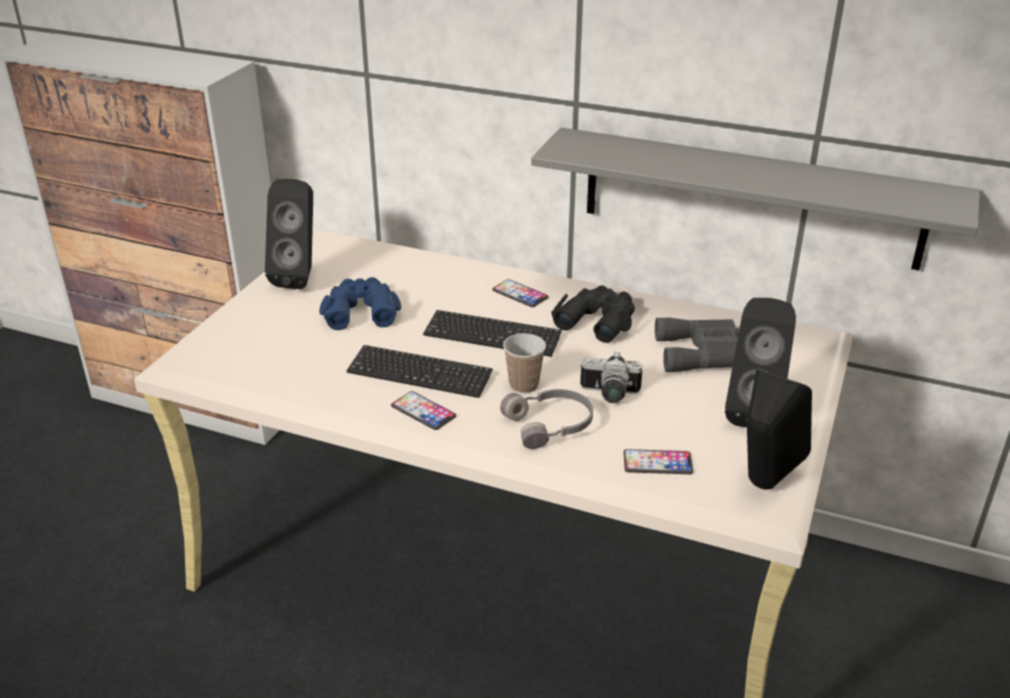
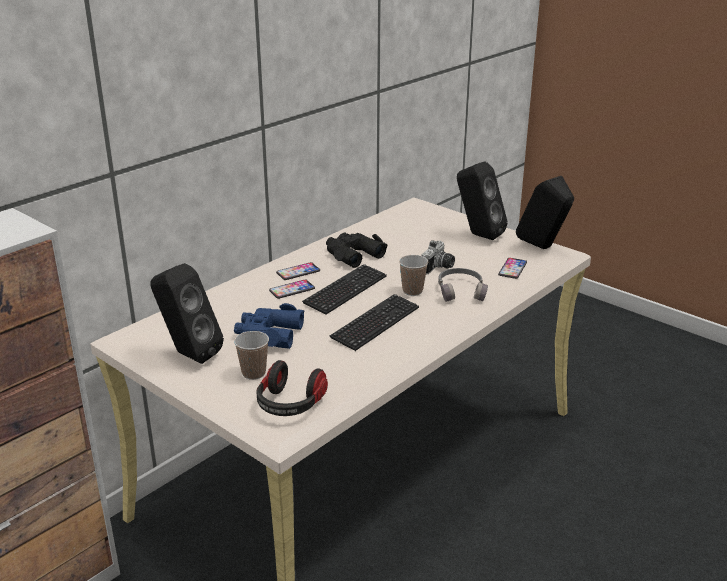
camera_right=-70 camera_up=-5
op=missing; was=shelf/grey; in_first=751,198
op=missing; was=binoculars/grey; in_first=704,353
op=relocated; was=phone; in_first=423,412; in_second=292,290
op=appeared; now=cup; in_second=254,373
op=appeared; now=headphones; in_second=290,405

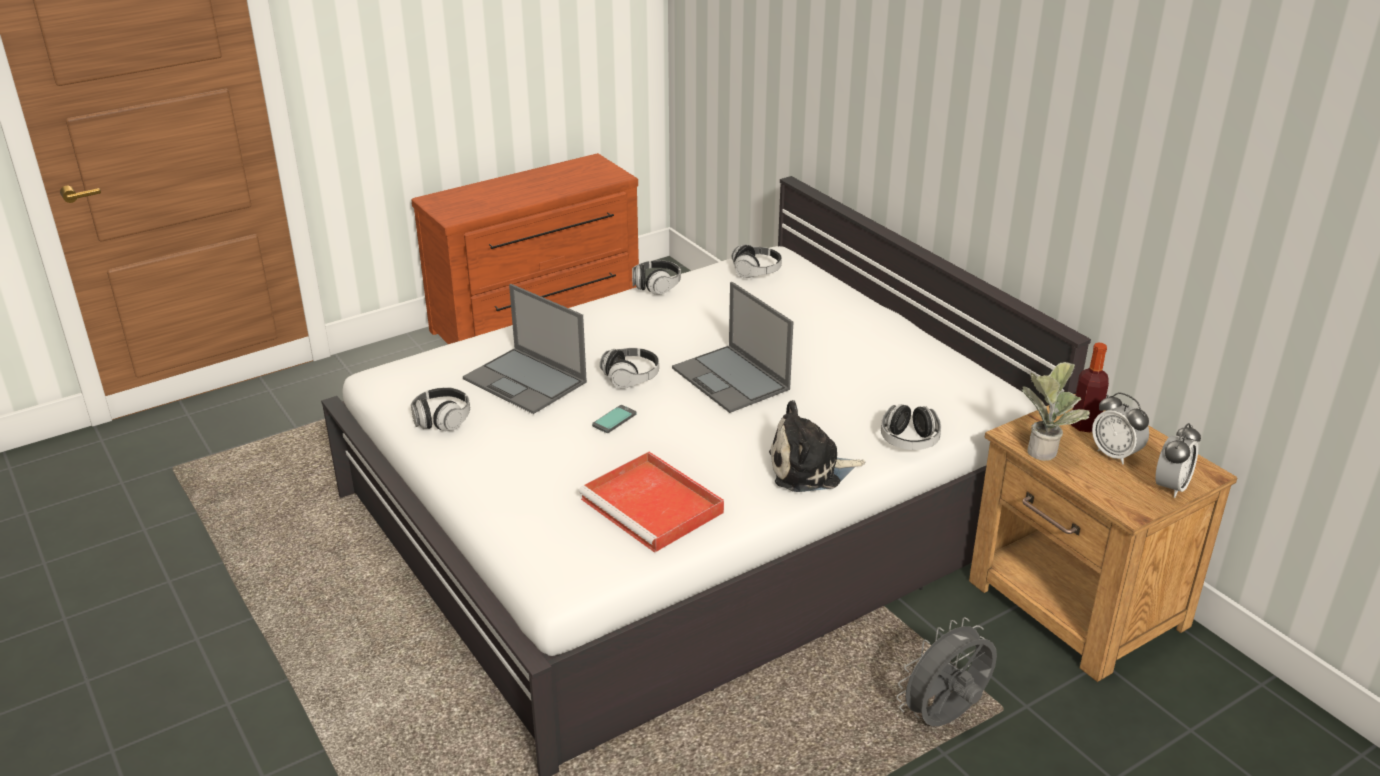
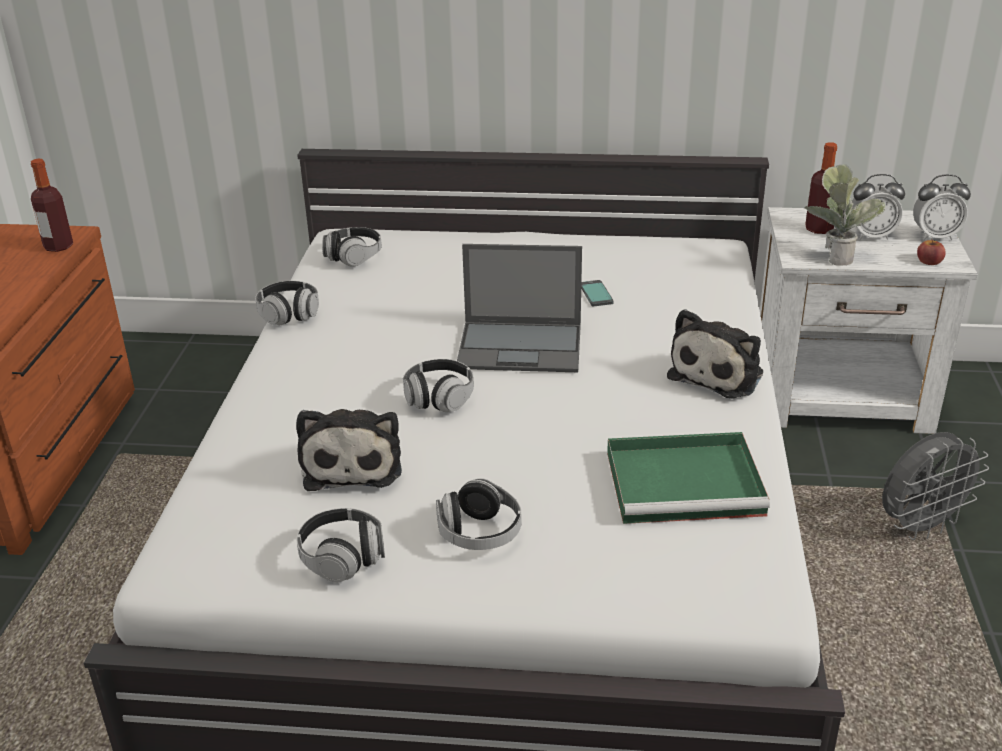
camera_right=-50 camera_up=0
op=exchanged; was=laptop; now=plush toy; in_first=526,381; in_second=352,463
op=colour; was=nightstand/brown; now=nightstand/white; in_first=1078,606; in_second=843,395
op=relocated; was=headphones; in_first=909,441; in_second=479,533
op=relocated; was=phone; in_first=614,420; in_second=595,294
op=spun; was=alarm clock; in_first=1171,487; in_second=935,236; clockwise=105
op=colour; was=tray/red; now=tray/green; in_first=654,507; in_second=687,483
op=spun; was=fan/grey; in_first=945,718; in_second=920,527; clockwise=-120
op=appeared; now=bottle; in_second=58,246
op=appeared; now=apple; in_second=929,261

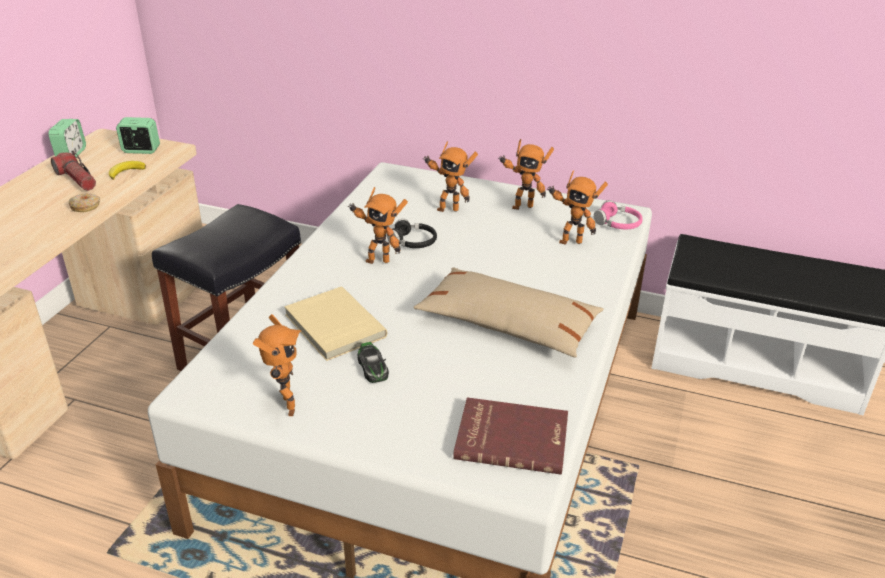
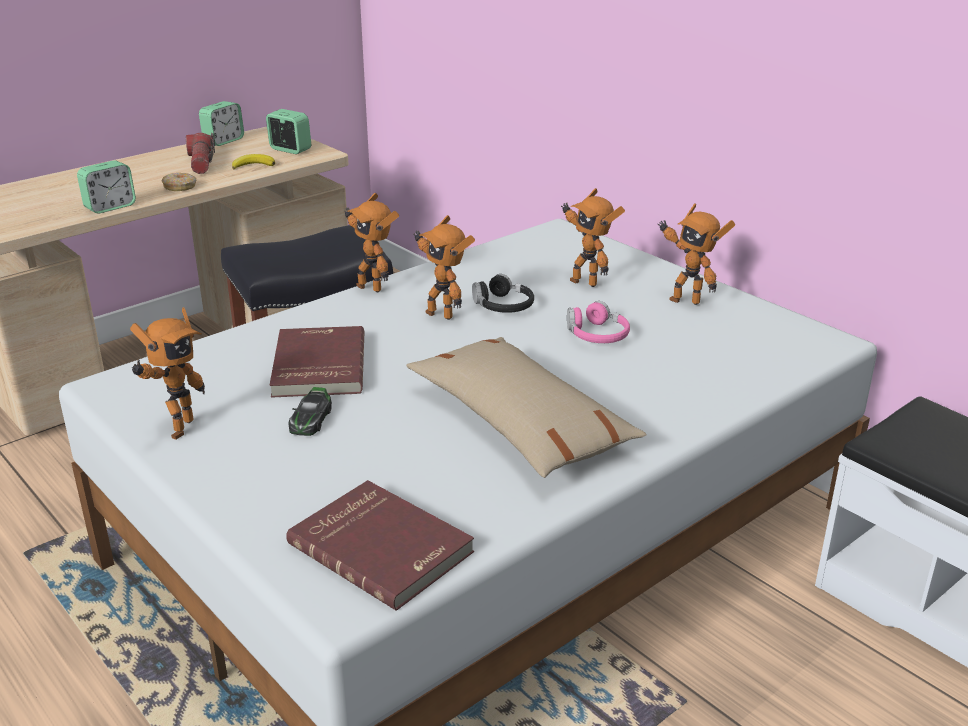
camera_right=30 camera_up=-5
op=relocated; was=toy robot; in_first=570,241; in_second=371,287
op=relocated; was=headphones/pink; in_first=618,223; in_second=597,335
op=colour; was=book/beige; now=book/red; in_first=333,326; in_second=317,366
op=appeared; now=alarm clock; in_second=110,207

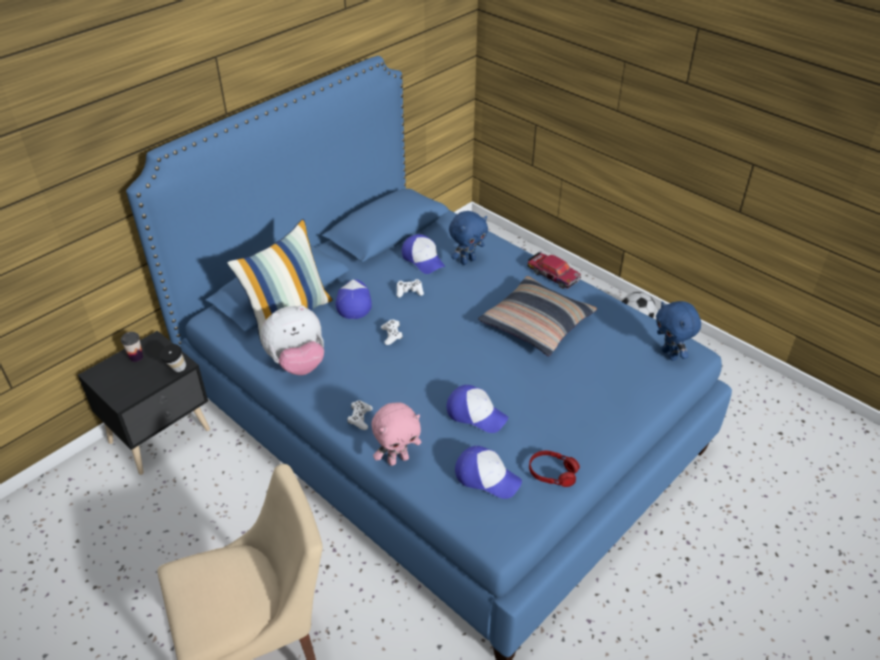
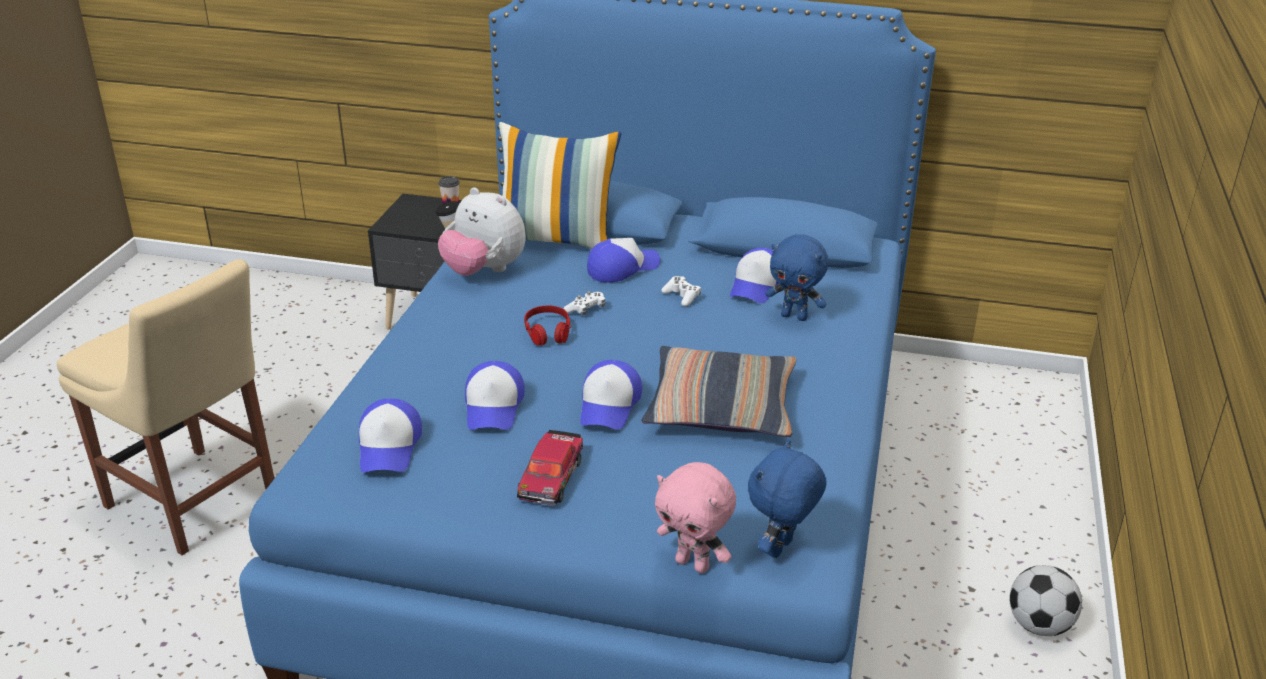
camera_right=60 camera_up=-10
op=relocated; was=toy car; in_first=553,275; in_second=552,476
op=missing; was=game controller/white; in_first=360,418
op=relocated; was=plush toy/pink; in_first=398,459; in_second=693,564
op=relocated; was=headphones/red; in_first=552,473; in_second=548,332
op=appeared; now=cap; in_second=609,405

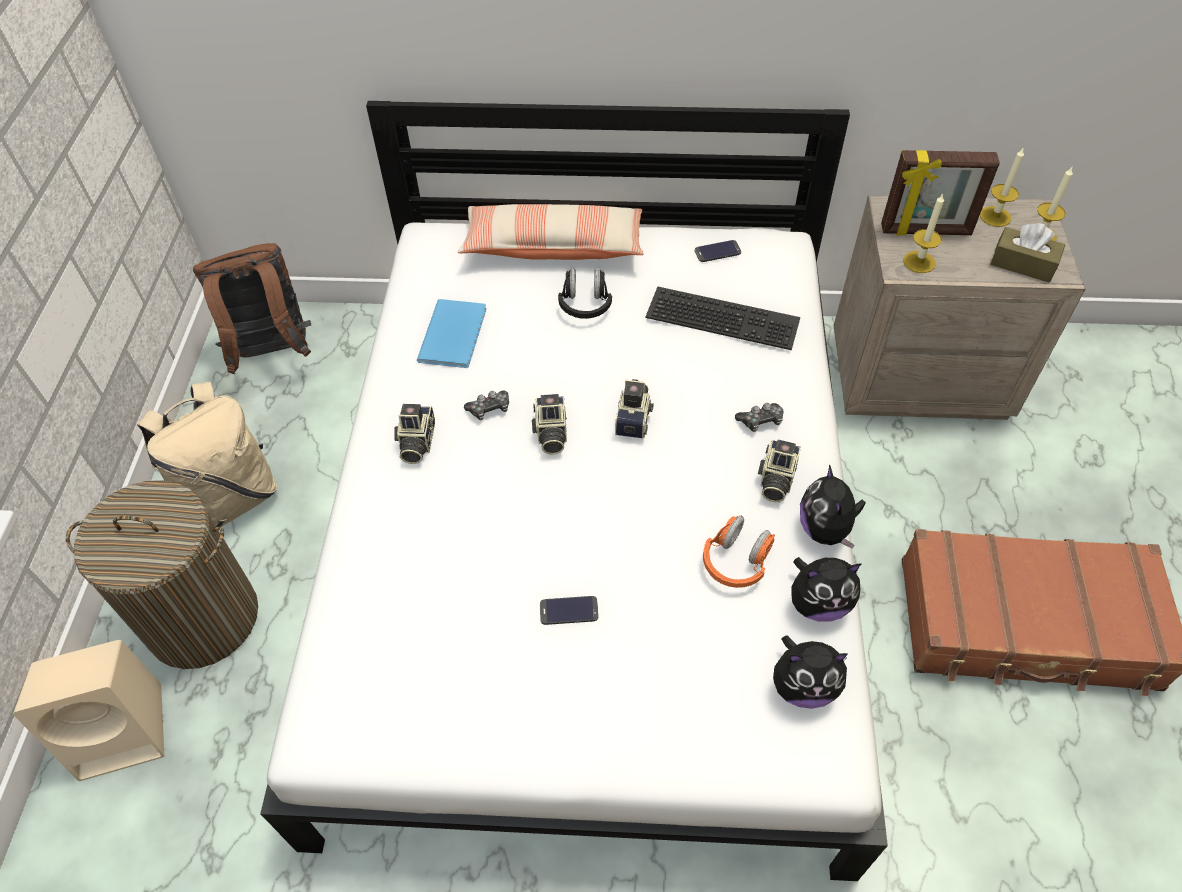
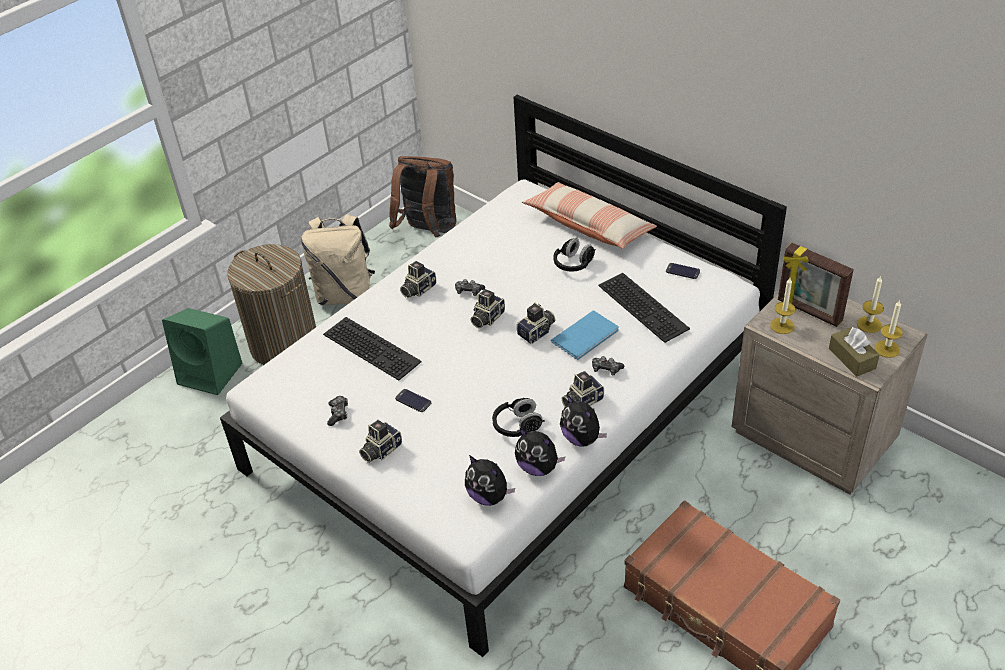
camera_right=40 camera_up=-10
op=relocated; was=book/blue; in_first=455,333; in_second=587,336
op=spun; was=plush toy; in_first=825,529; in_second=582,438; clockwise=-75
op=colour; was=headphones/orange; now=headphones/black; in_first=736,562; in_second=517,426
op=colour; was=speaker/beige; now=speaker/green; in_first=124,729; in_second=212,373
op=appeared; now=keyboard; in_second=374,347
op=appeared; now=game controller; in_second=338,414
op=appeared; now=photo camera; in_second=380,450

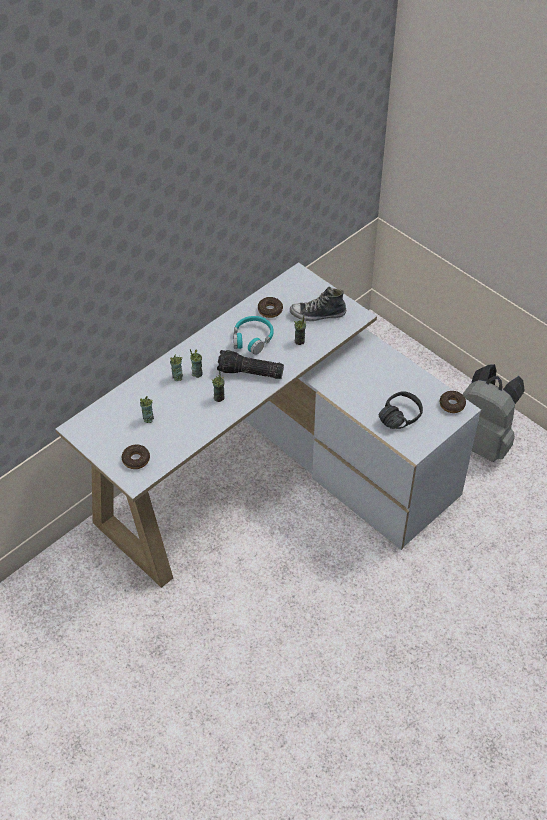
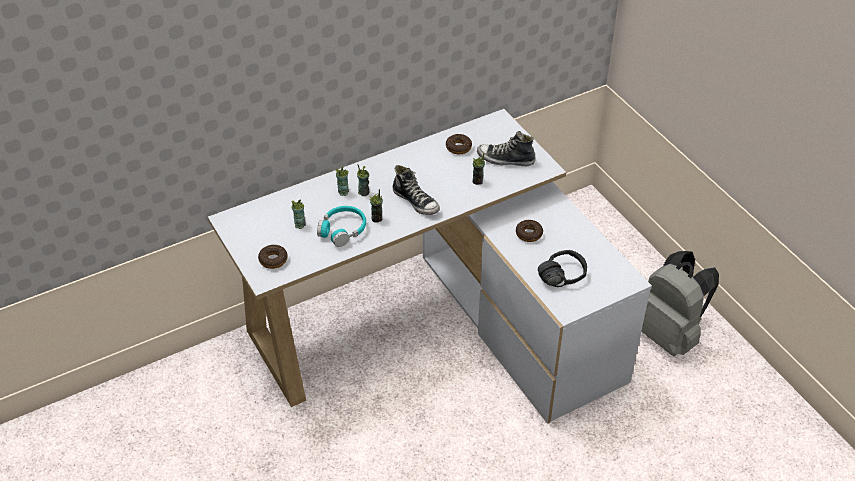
camera_right=15 camera_up=-5
op=relocated; was=headphones/turquoise; in_first=252,339; in_second=342,230
op=exchanged; was=flashlight; now=shoe; in_first=249,373; in_second=416,201
op=relocated; was=donut; in_first=452,404; in_second=529,234

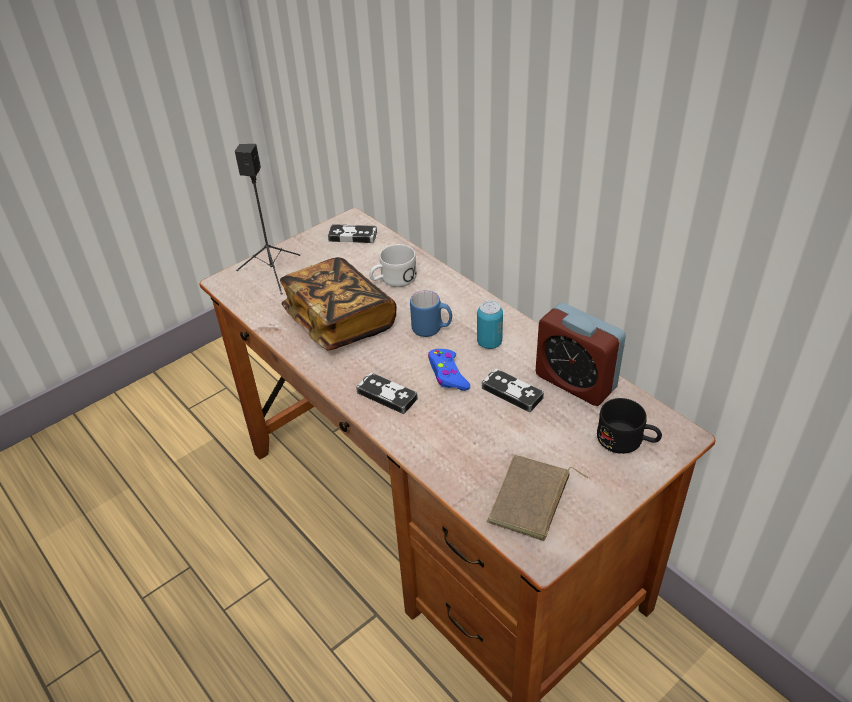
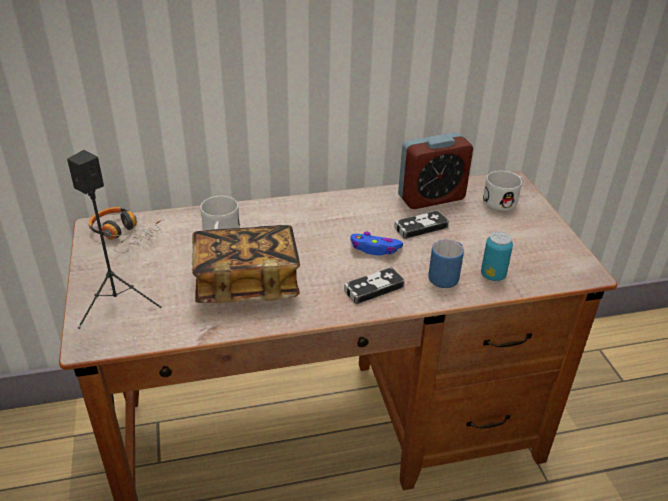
camera_right=-65 camera_up=-5
op=exchanged; was=game controller; now=headphones; in_first=353,236; in_second=124,235
op=relocated; was=mug/blue; in_first=432,329; in_second=446,277
op=relocated; was=can; in_first=489,343; in_second=493,275
op=colour; was=mug/black; now=mug/white; in_first=627,441; in_second=503,201
op=missing; was=book/brown; in_first=532,501

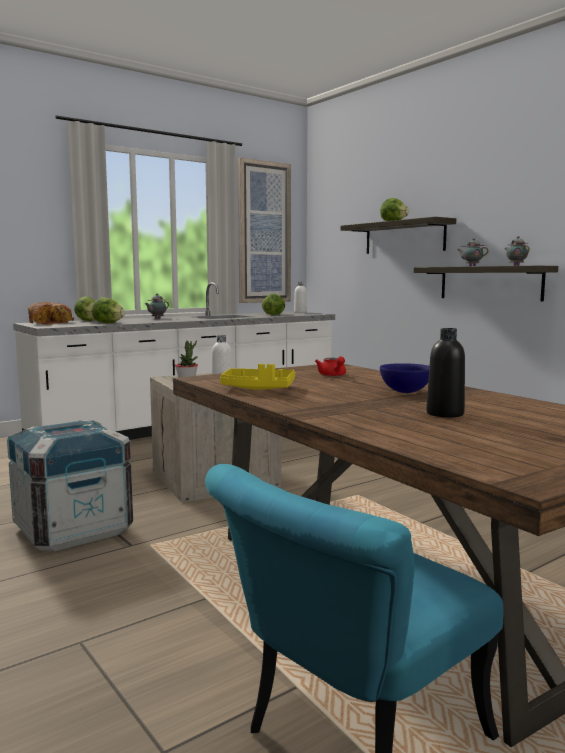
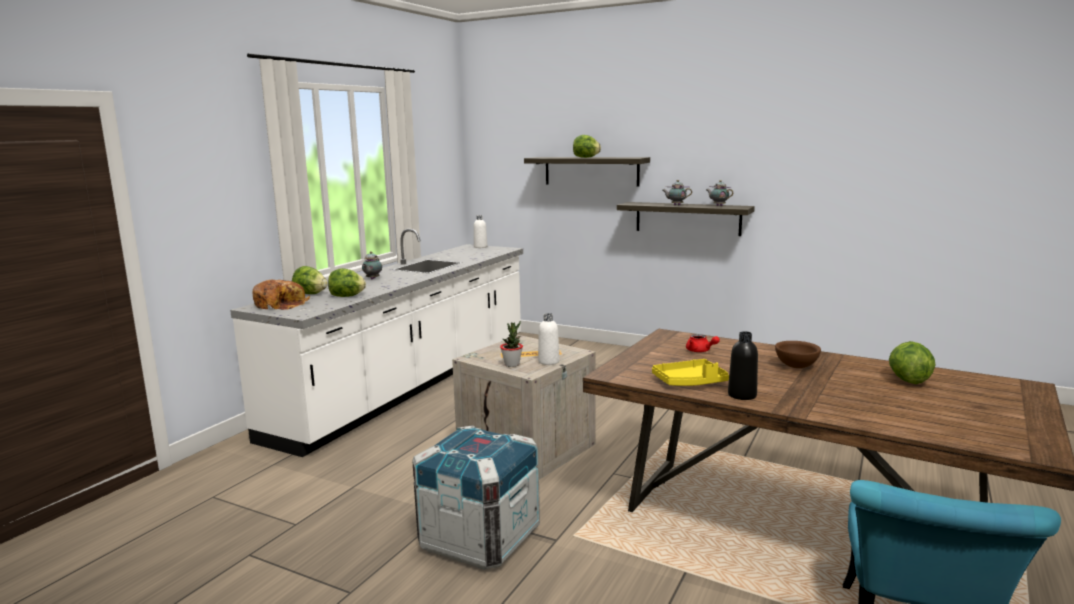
camera_right=-25 camera_up=5
op=missing; was=picture; in_first=264,233
op=relocated; was=lettuce; in_first=274,315; in_second=907,380
op=relocated; was=bottle/black; in_first=445,414; in_second=742,395
op=colour; was=bowl/blue; now=bowl/brown; in_first=405,392; in_second=796,366

